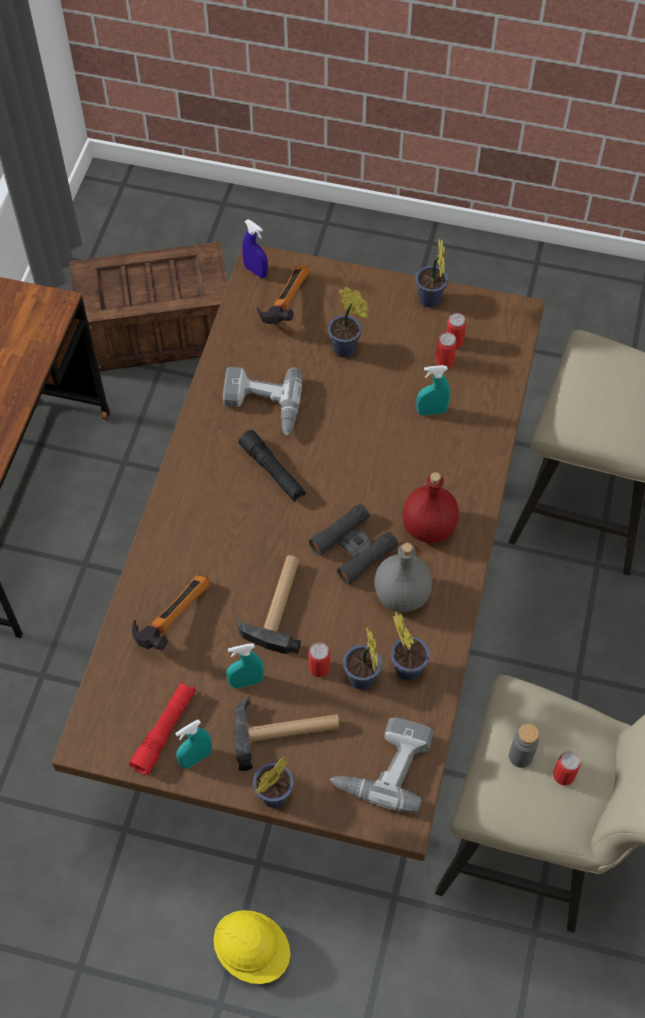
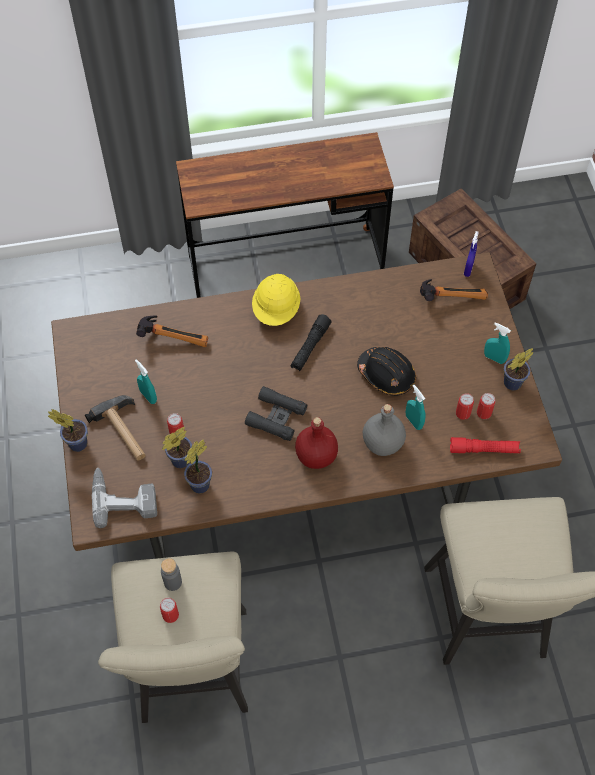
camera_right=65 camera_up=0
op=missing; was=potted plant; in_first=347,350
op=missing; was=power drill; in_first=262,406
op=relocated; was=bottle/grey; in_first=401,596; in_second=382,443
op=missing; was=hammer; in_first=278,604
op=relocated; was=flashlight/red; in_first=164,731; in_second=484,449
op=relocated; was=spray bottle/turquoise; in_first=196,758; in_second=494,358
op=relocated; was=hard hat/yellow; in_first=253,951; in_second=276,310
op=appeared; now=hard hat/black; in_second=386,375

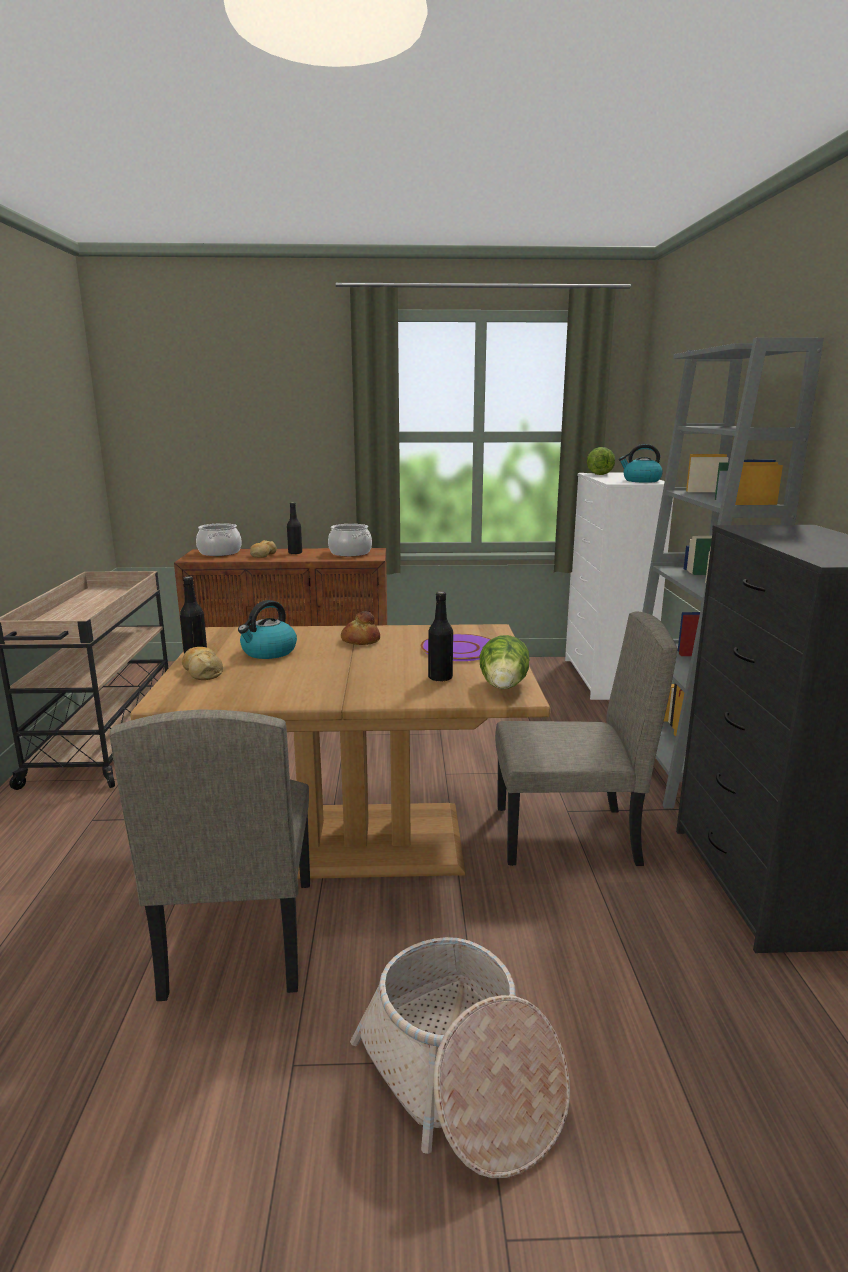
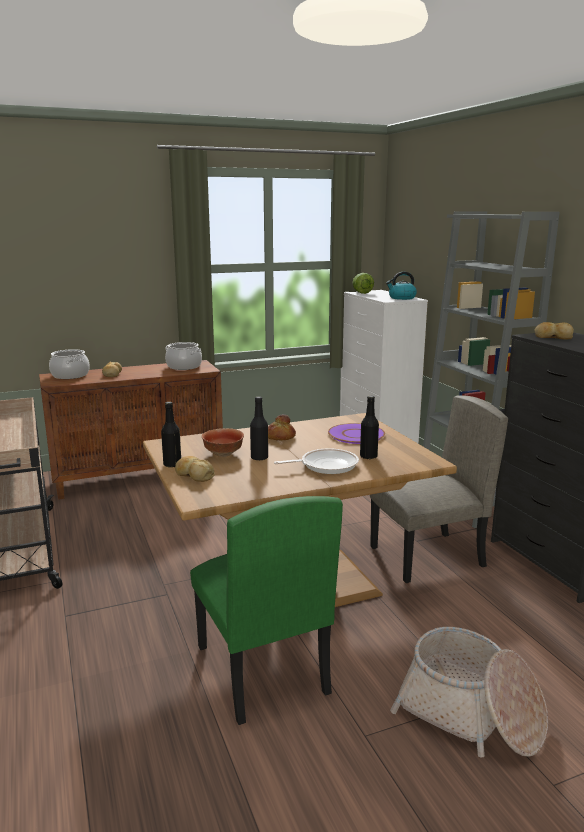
camera_right=-20 camera_up=0
op=relocated; was=bottle/black; in_first=295,553; in_second=259,458
op=exchanged; was=kettle; now=bowl; in_first=268,652; in_second=224,454
op=missing; was=lettuce; in_first=503,688
op=colour; was=chair/beige; now=chair/green; in_first=239,936; in_second=261,669
op=appeared; now=bread; in_second=553,337
op=appeared; now=frying pan; in_second=326,465

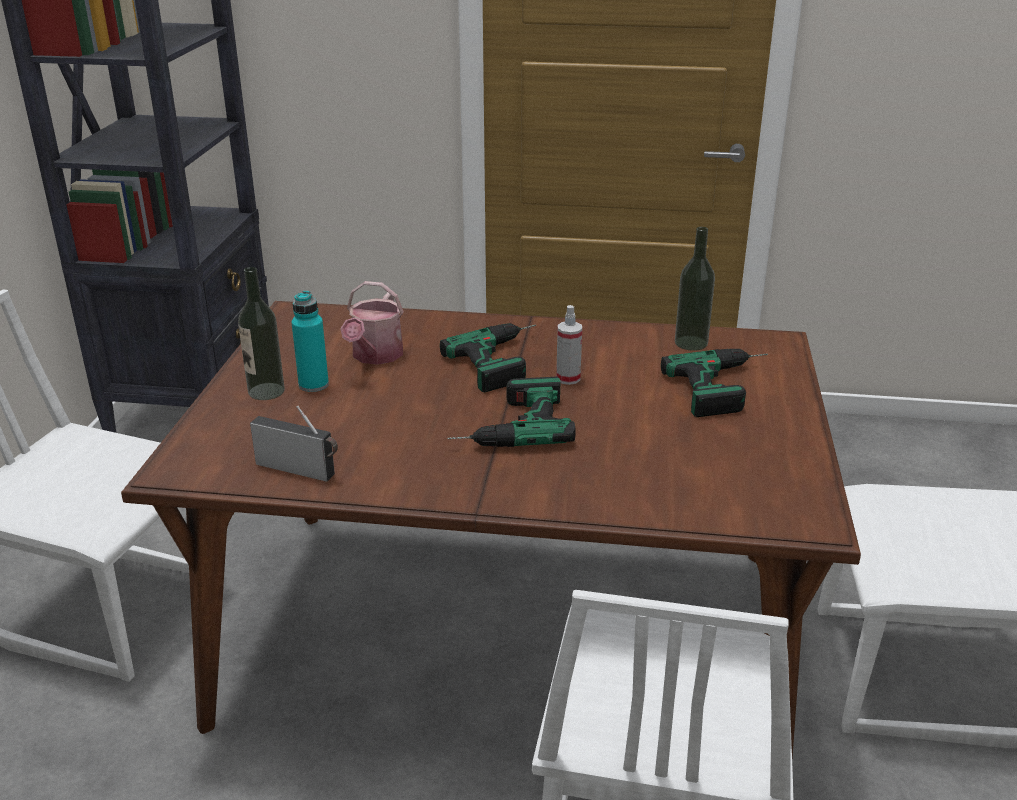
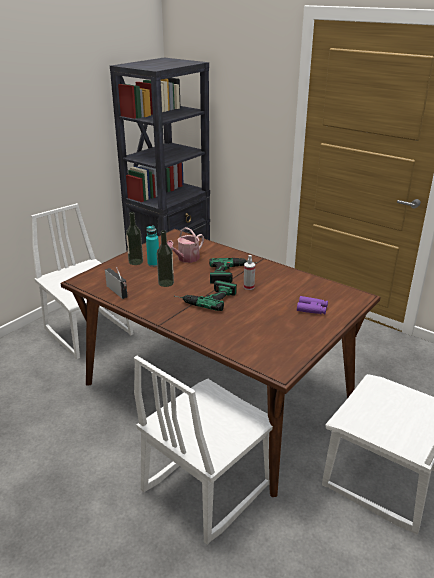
camera_right=30 camera_up=0
op=relocated; was=bottle; in_first=691,343; in_second=166,283
op=exchanged; was=power drill; now=binoculars/purple; in_first=728,386; in_second=312,309

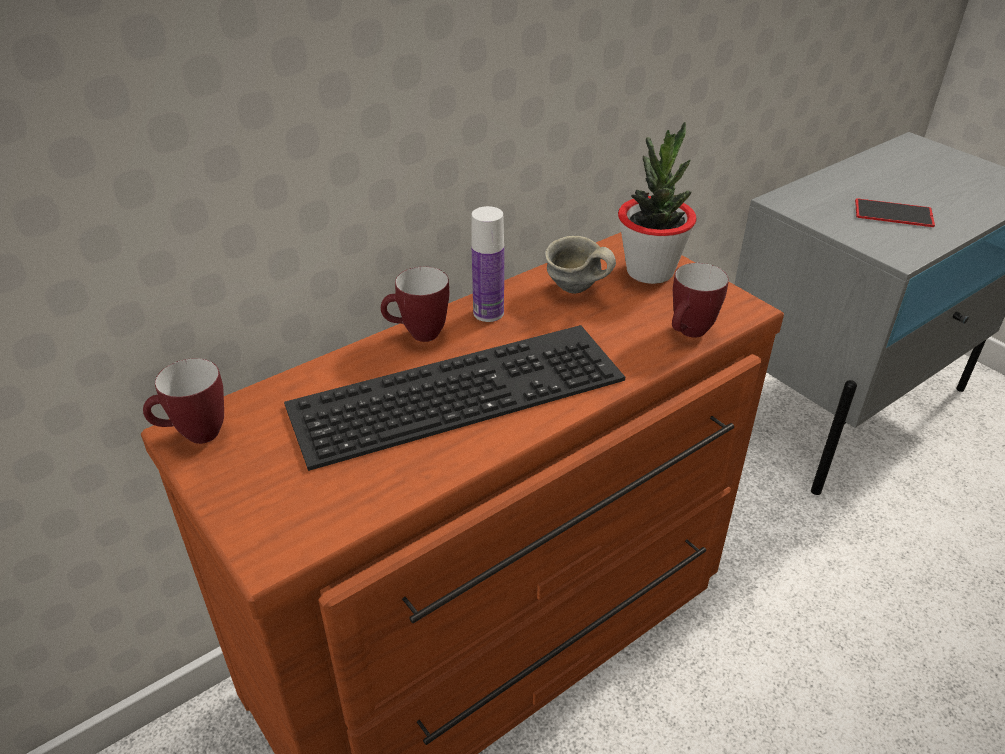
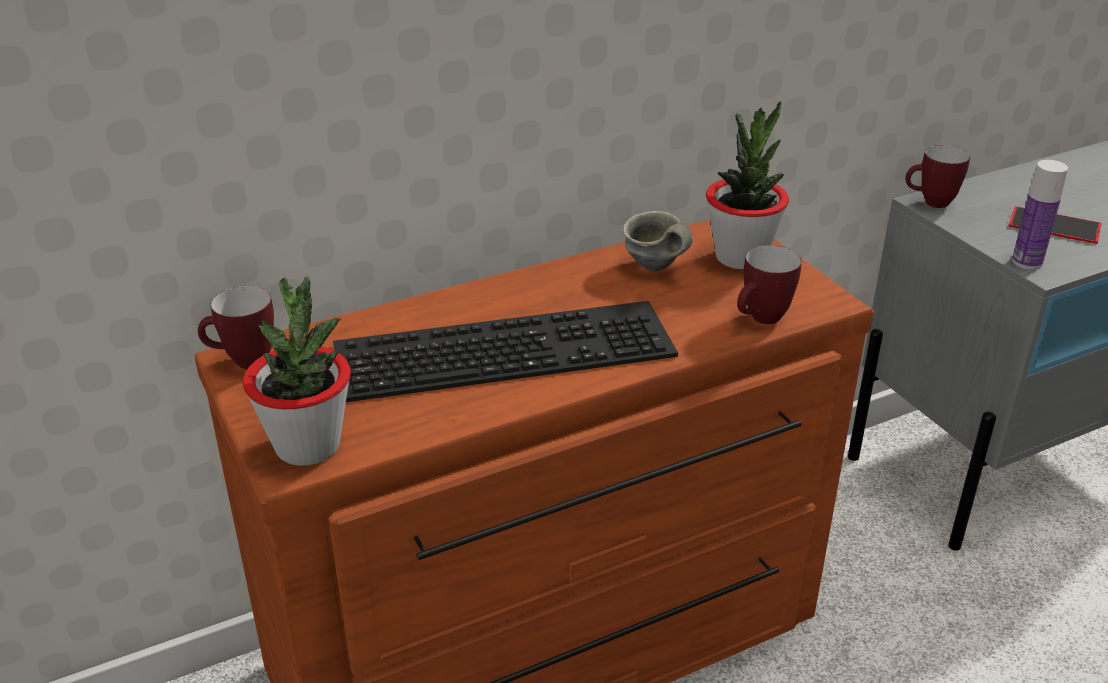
camera_right=10 camera_up=-5
op=relocated; was=bottle; in_first=488,313; in_second=1027,262
op=relocated; was=mug; in_first=417,335; in_second=930,203
op=appeared; now=potted plant; in_second=308,446

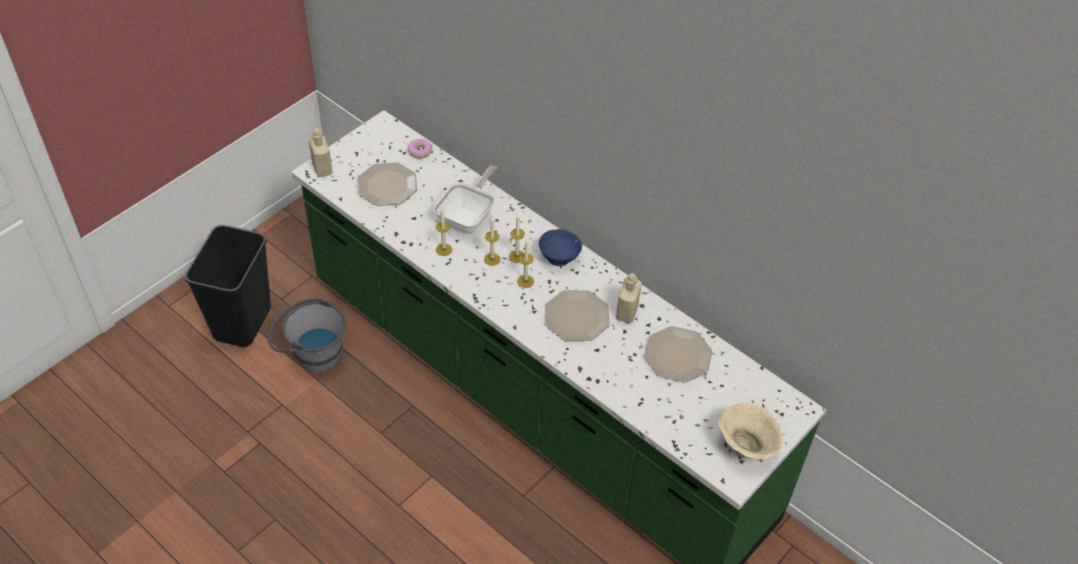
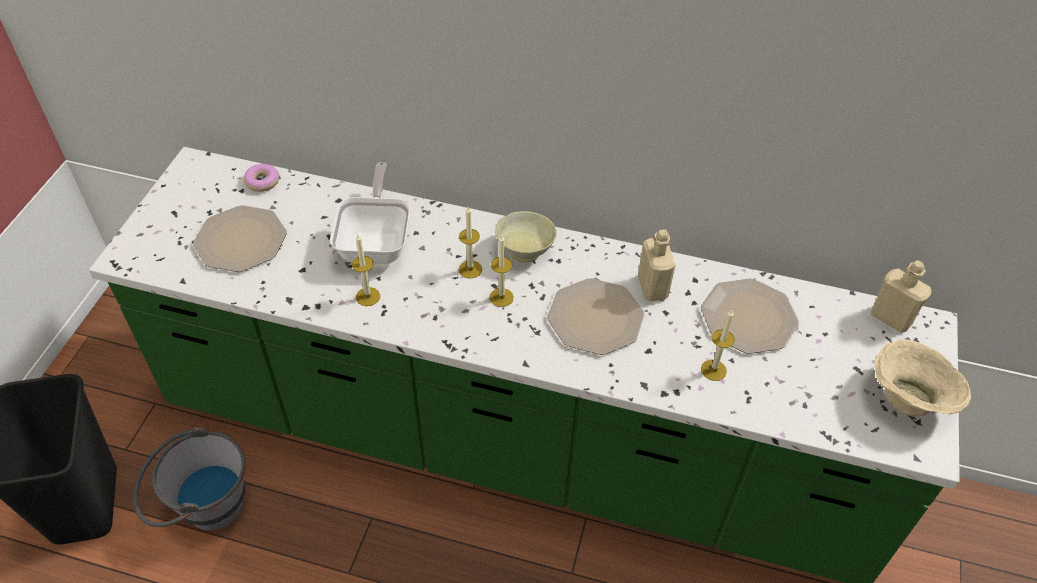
camera_right=-25 camera_up=0
op=relocated; was=bottle/beige; in_first=322,169; in_second=891,318
op=relocated; was=candle; in_first=492,259; in_second=713,370
op=colour; was=bowl/blue; now=bowl/beige; in_first=560,258; in_second=526,250

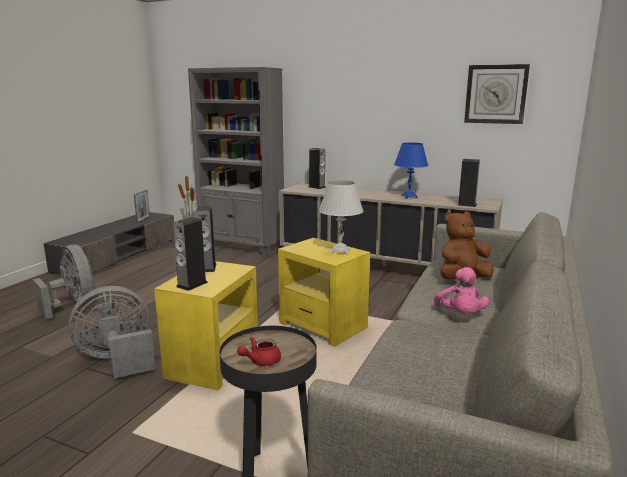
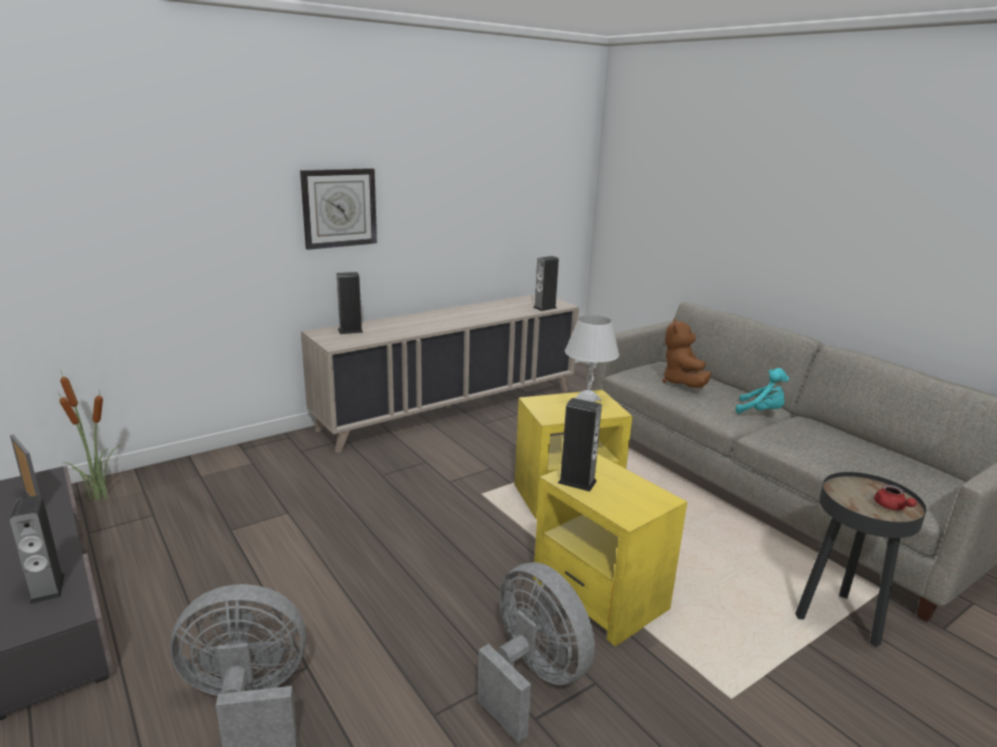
camera_right=-60 camera_up=5
op=relocated; was=wall clock; in_first=496,94; in_second=339,208
op=missing; was=bookcase/grey; in_first=243,246
op=missing; was=table lamp/blue; in_first=409,196
op=relocated; was=speaker; in_first=192,284; in_second=47,588
op=colour; was=plush toy/pink; now=plush toy/turquoise; in_first=460,315; in_second=761,412
op=spun; was=fan/grey; in_first=118,359; in_second=532,679; clockwise=135

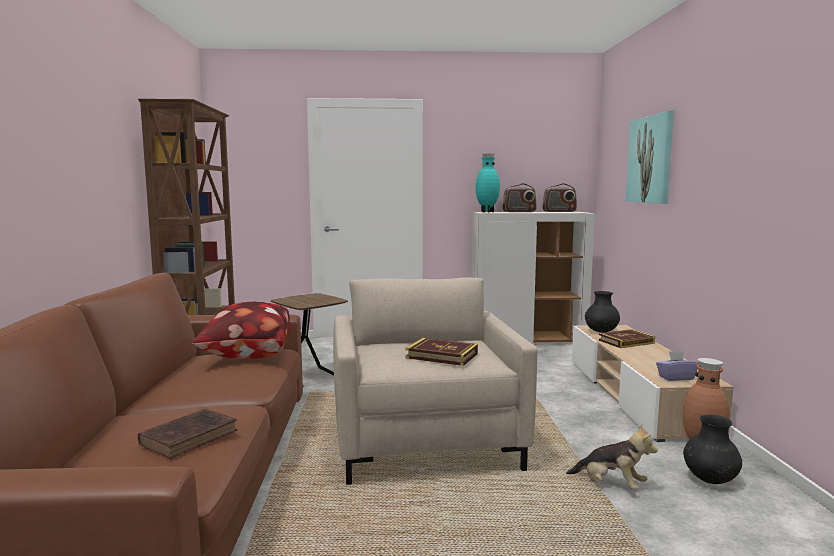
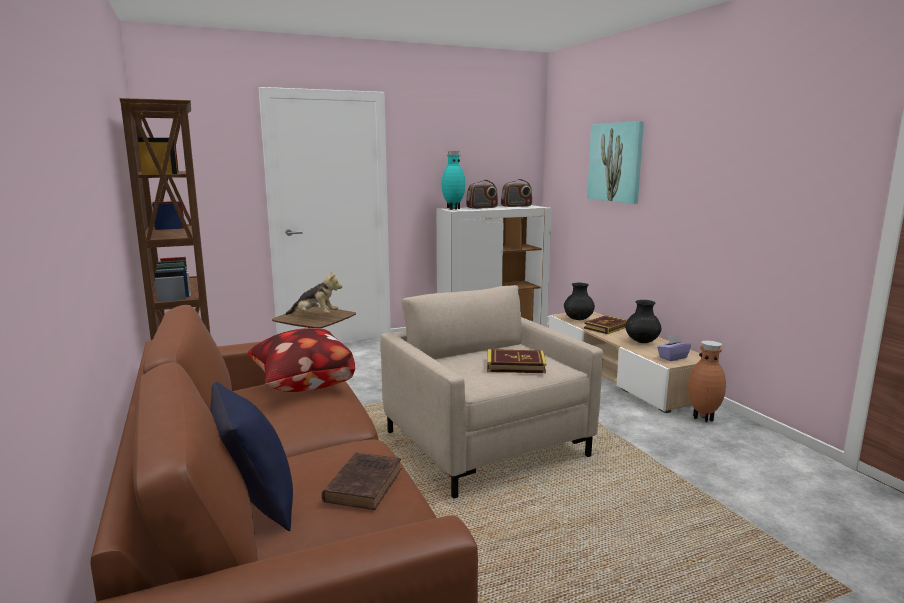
camera_right=-20 camera_up=5
op=relocated; was=vase/black; in_first=709,480; in_second=641,342
op=relocated; was=plush toy; in_first=611,484; in_second=315,316
op=appeared; now=pillow/blue; in_second=255,505

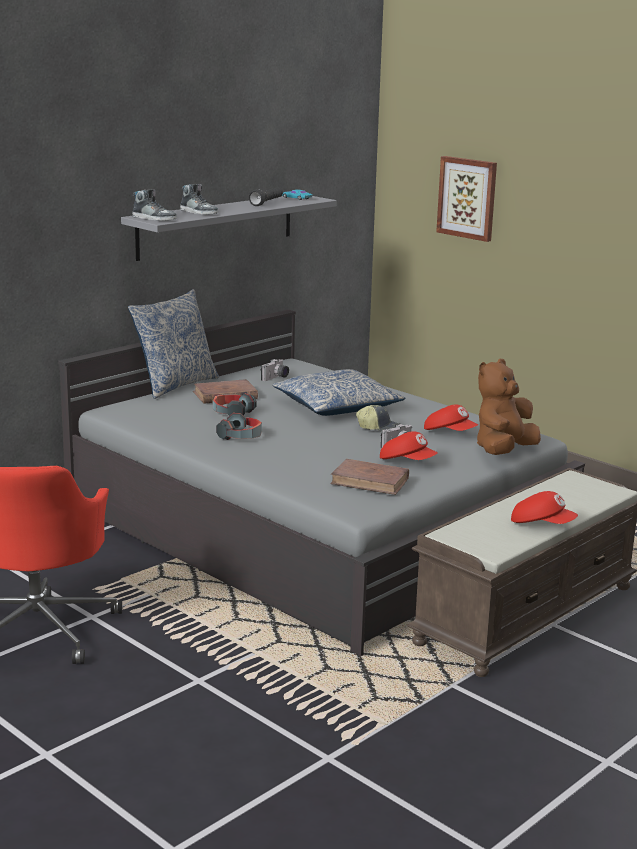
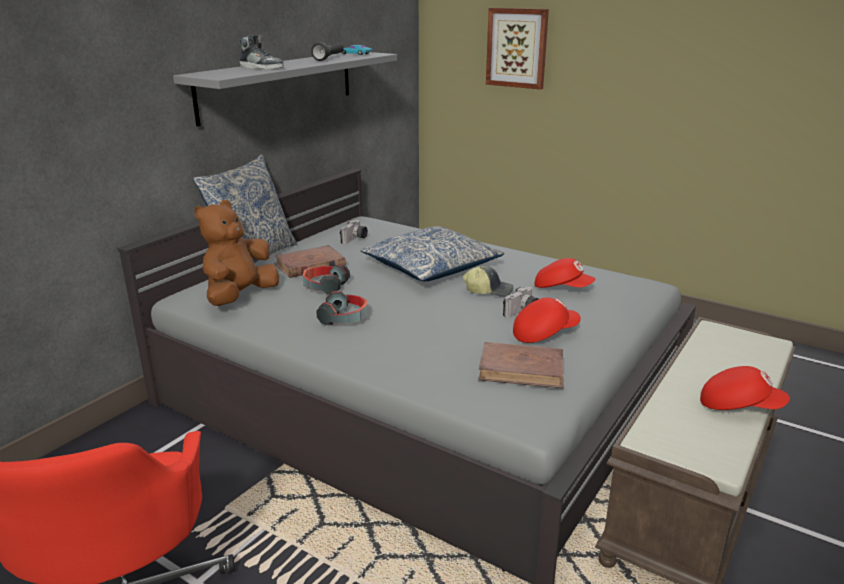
camera_right=-10 camera_up=5
op=missing; was=shoe; in_first=154,218
op=relocated; was=plush toy/brown; in_first=503,451; in_second=239,297
op=spun; was=cap/red; in_first=407,462; in_second=544,333; clockwise=-45

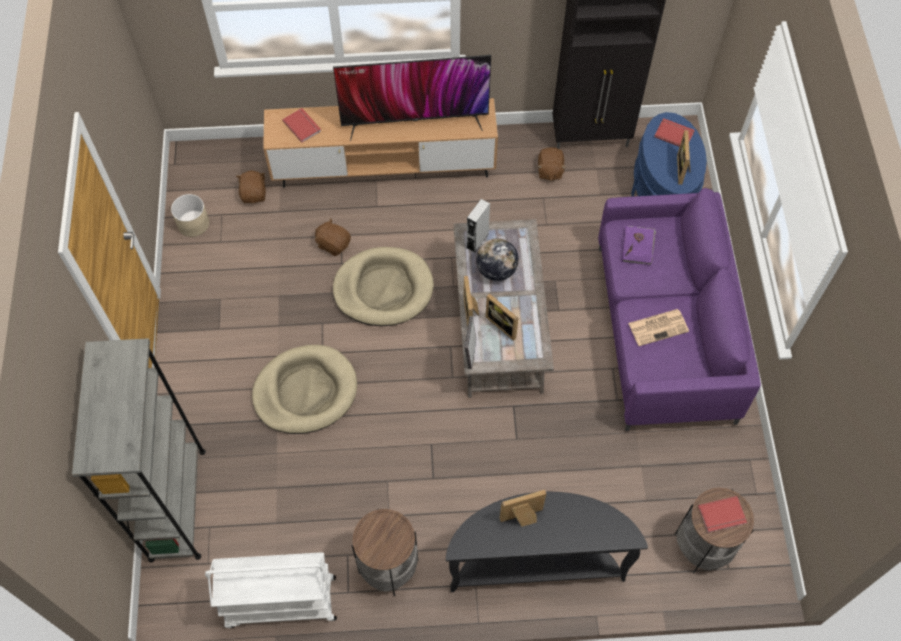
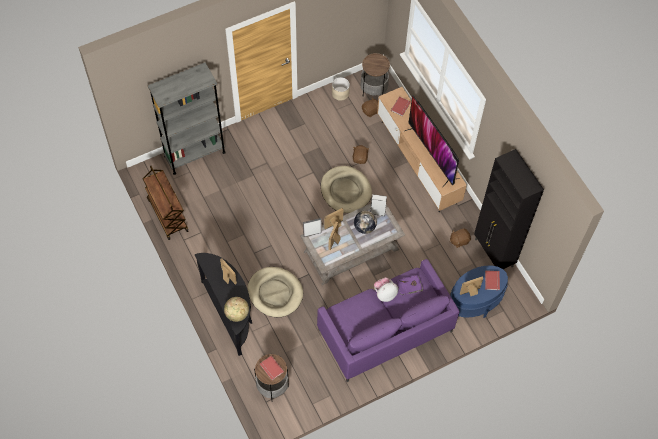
camera_right=65 camera_up=0
op=missing; was=newspaper; in_first=658,327
op=relocated; was=dog bed/beige; in_first=305,391; in_second=275,293
op=relocated; was=side table; in_first=388,566; in_second=373,89
op=colour; was=cart/white; now=cart/brown; in_first=280,603; in_second=167,215
op=appeared; now=plush toy; in_second=385,294
op=appeared; now=globe; in_second=237,314

